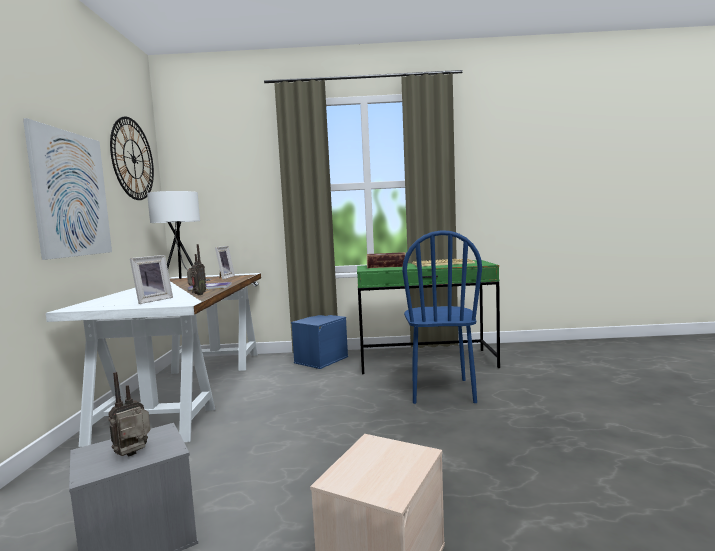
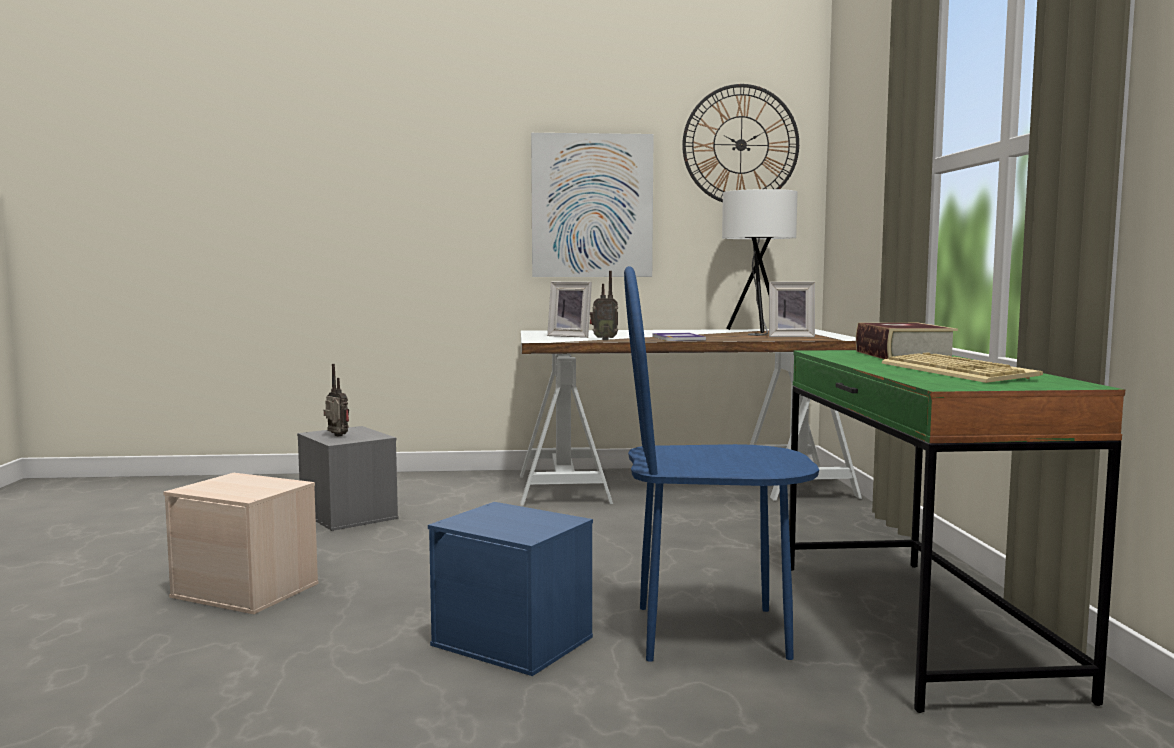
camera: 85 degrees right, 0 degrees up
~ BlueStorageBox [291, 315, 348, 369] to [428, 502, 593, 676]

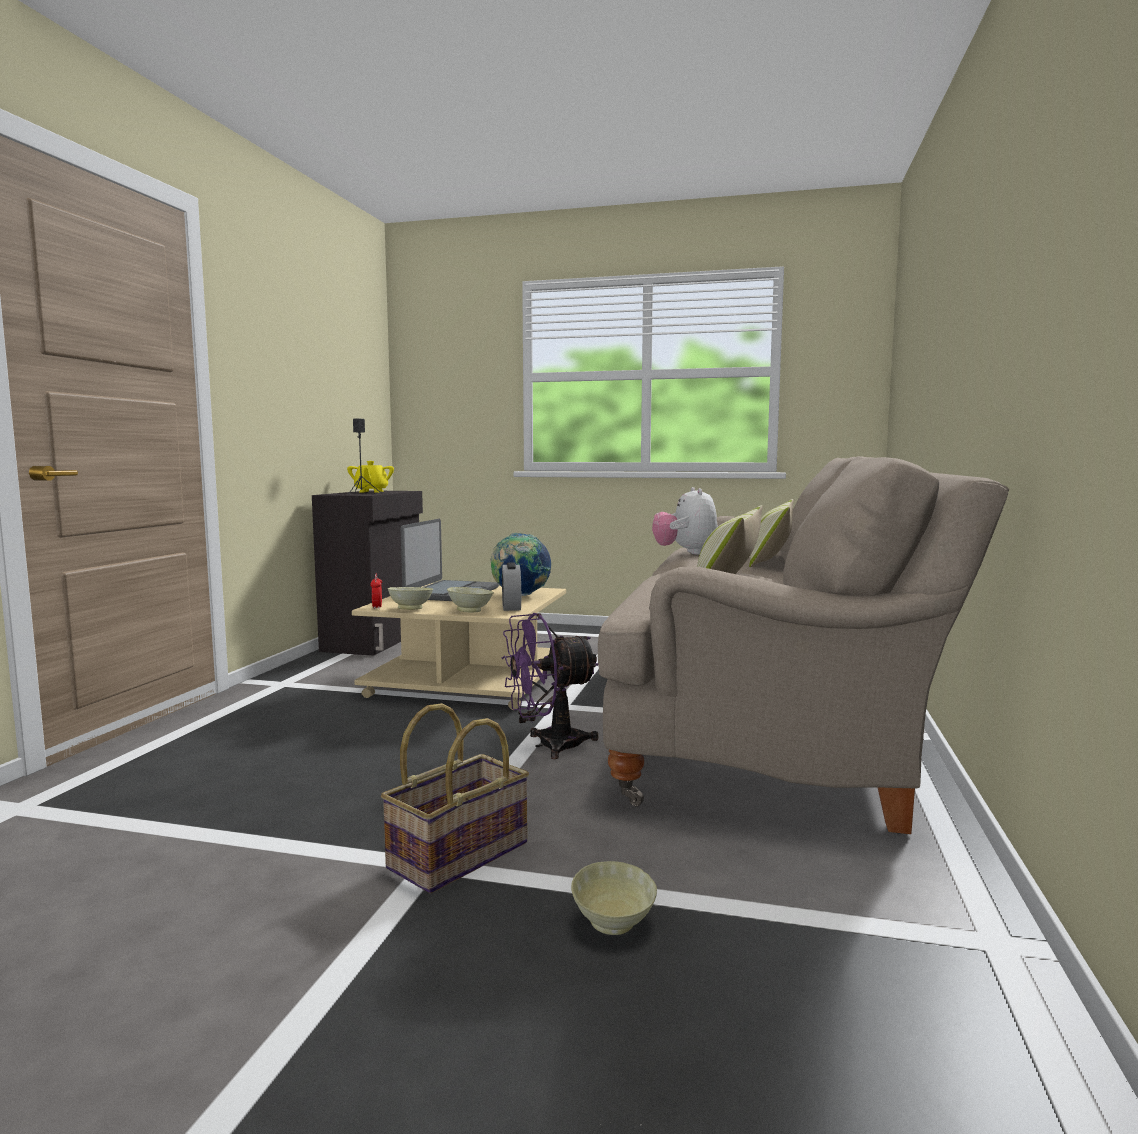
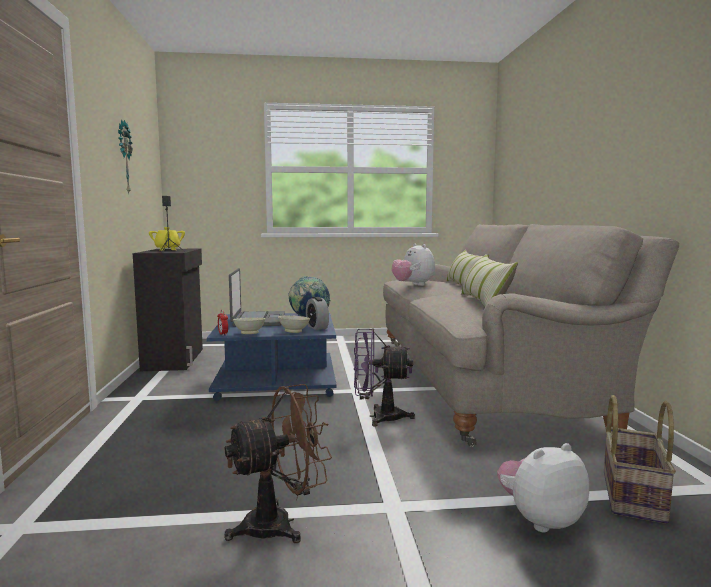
camera: 20 degrees left, 0 degrees up
+ WallClock [118, 119, 132, 193]
~ BeigeCoffeeTable [352, 583, 566, 710] to BlueCoffeeTable [207, 313, 337, 401]
+ BrownFan [224, 384, 332, 543]
~ PurpleFan [502, 613, 599, 759] = [354, 328, 415, 426] 45 degrees clockwise
~ BeigeBowl [571, 861, 657, 935] to PlushToy [497, 443, 589, 532]
~ Basket [381, 703, 529, 893] to [604, 395, 676, 524]

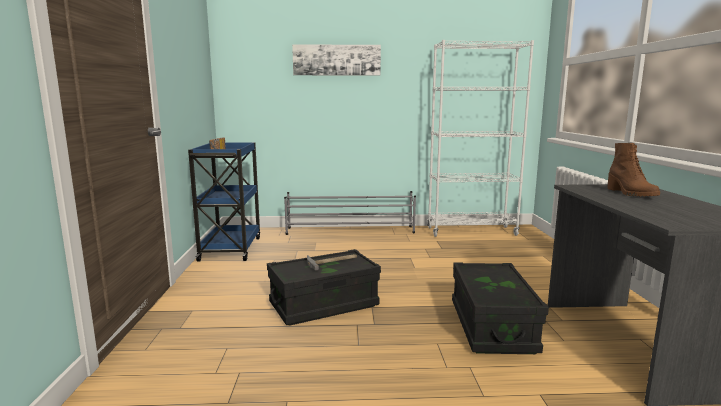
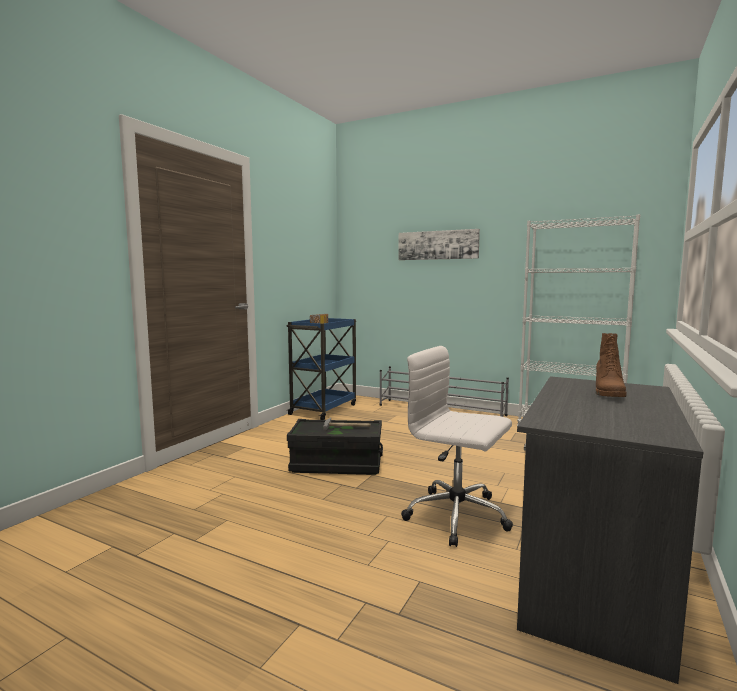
camera: 30 degrees right, 5 degrees down
~ BlackStorageBox [452, 262, 549, 354] to WhiteOfficeChair [401, 346, 513, 547]

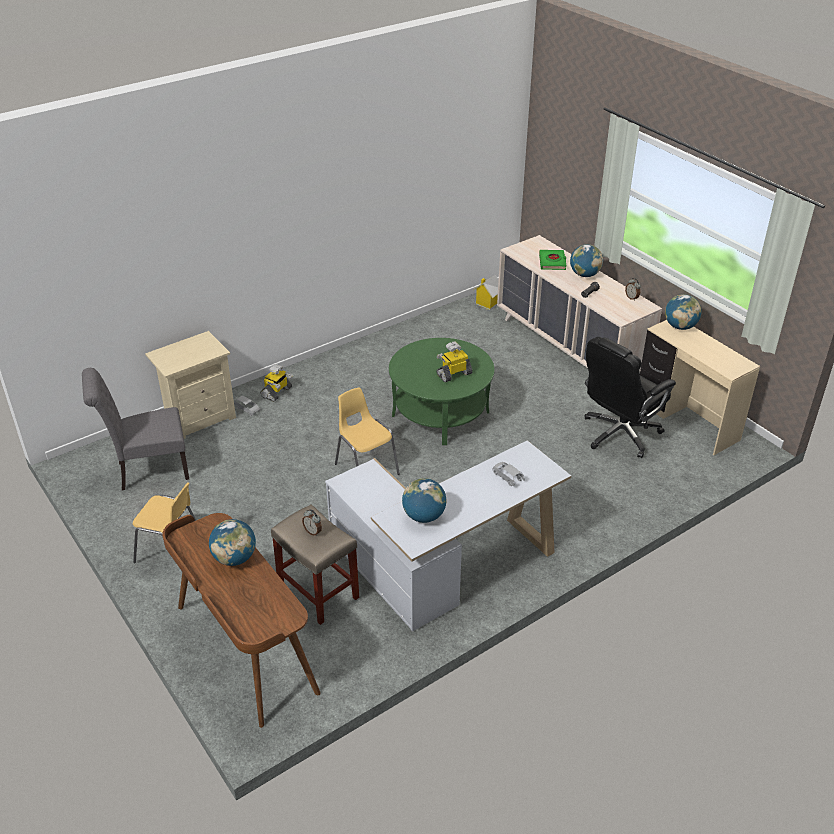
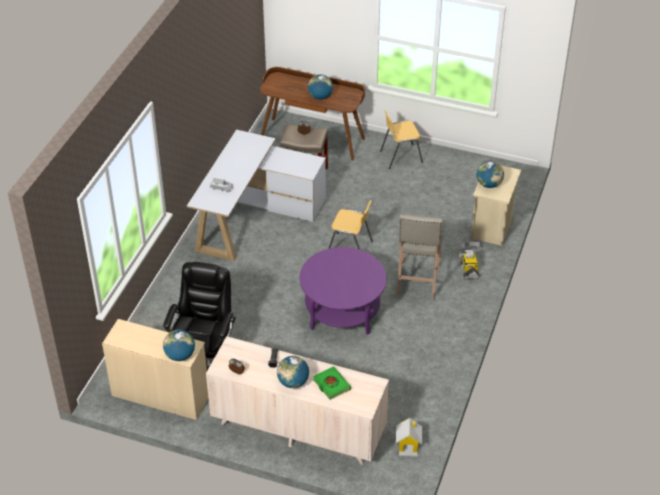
camera: 145 degrees right, 5 degrees up
~ GreenCoffeeTable [389, 338, 495, 445] to PurpleCoffeeTable [300, 247, 387, 335]
+ BeigeStool [397, 214, 445, 299]
~ Globe [402, 478, 446, 523] to [477, 161, 504, 188]
- GreyChair [82, 368, 189, 490]
- ToyRobot [436, 342, 473, 382]

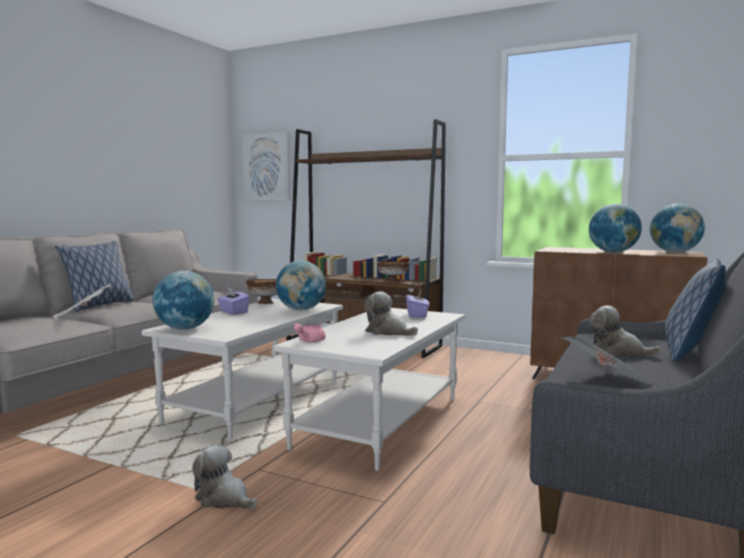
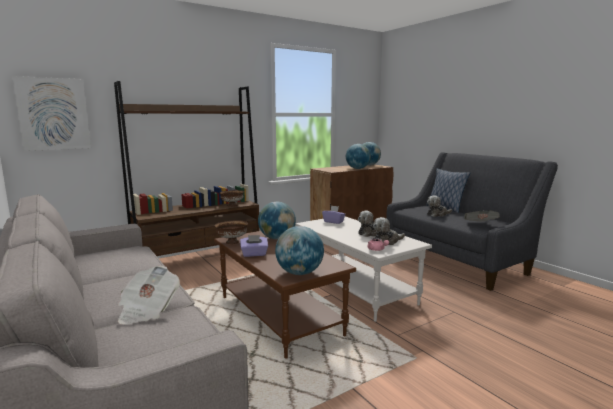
camera: 60 degrees left, 5 degrees up
~ WhiteCoffeeTable [142, 299, 343, 440] to BrownCoffeeTable [214, 231, 356, 359]
~ PlushToy [192, 445, 257, 510] to [373, 217, 405, 245]
- Pillow [55, 241, 135, 312]

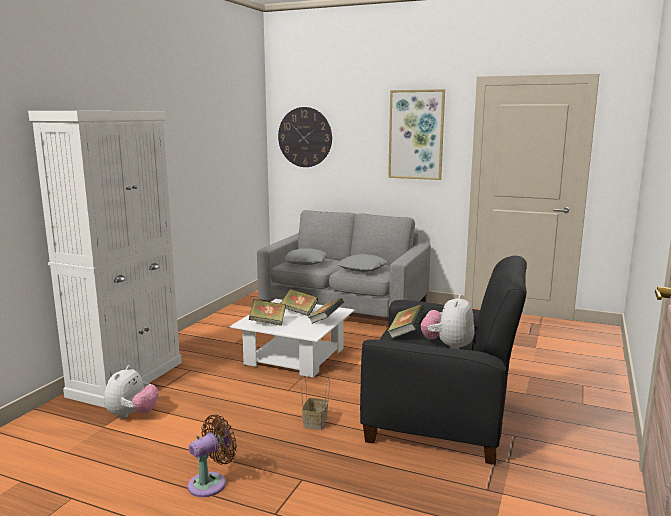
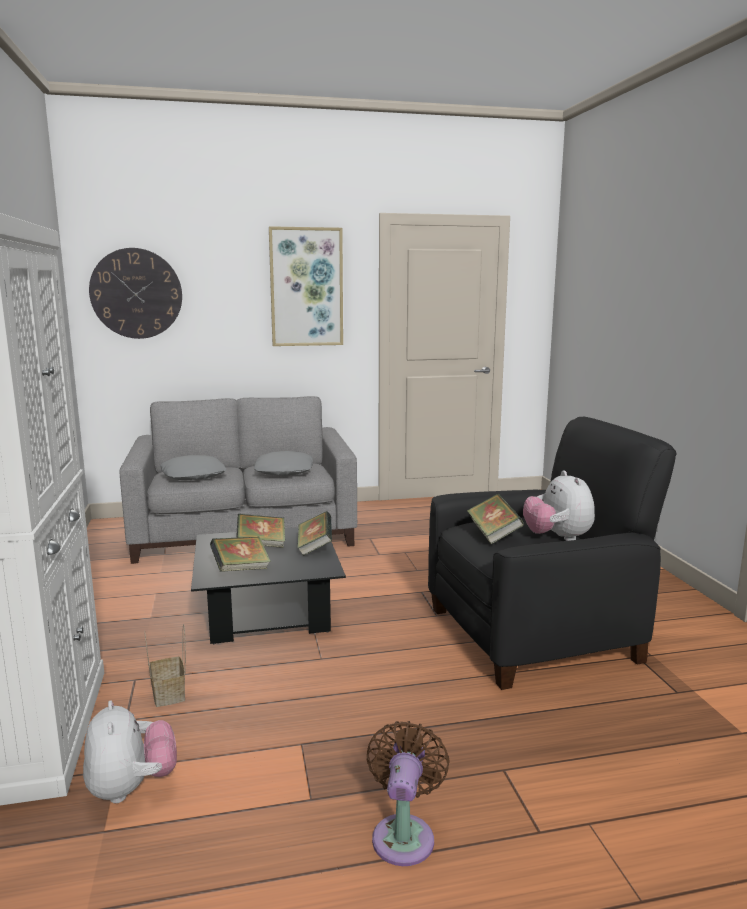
camera: 35 degrees left, 0 degrees up
~ Basket [301, 376, 330, 430] to [144, 624, 186, 707]
~ WhiteCoffeeTable [229, 299, 354, 378] to BlackCoffeeTable [191, 527, 346, 644]

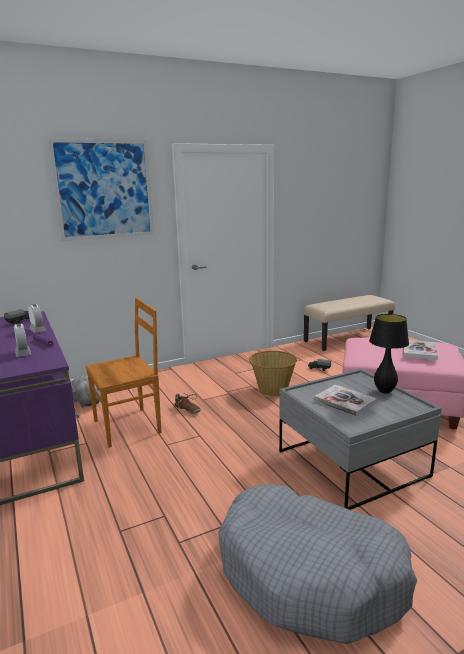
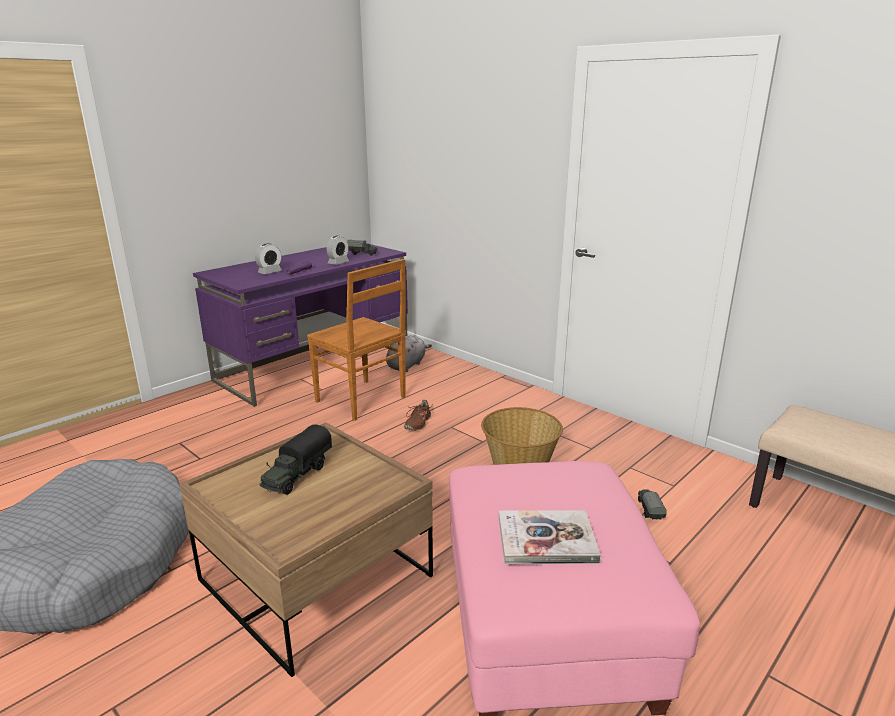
camera: 70 degrees right, 5 degrees up
~ GreyCoffeeTable [279, 369, 442, 510] to BrownCoffeeTable [179, 422, 433, 677]
~ Book [314, 385, 377, 417] to ToyTruck [260, 424, 332, 495]
- Picture [48, 138, 154, 241]
- BlackTableLamp [369, 314, 409, 394]

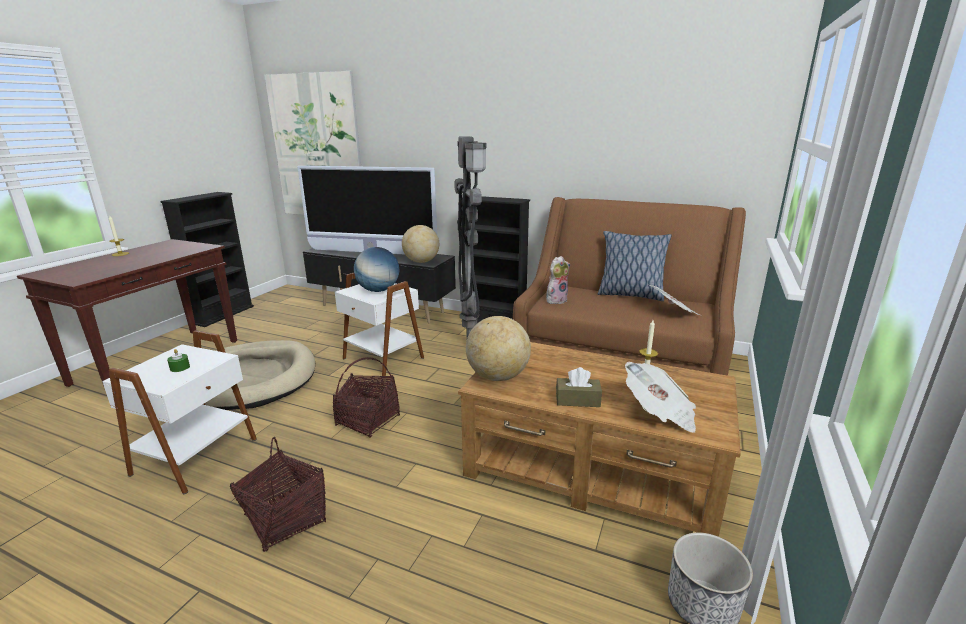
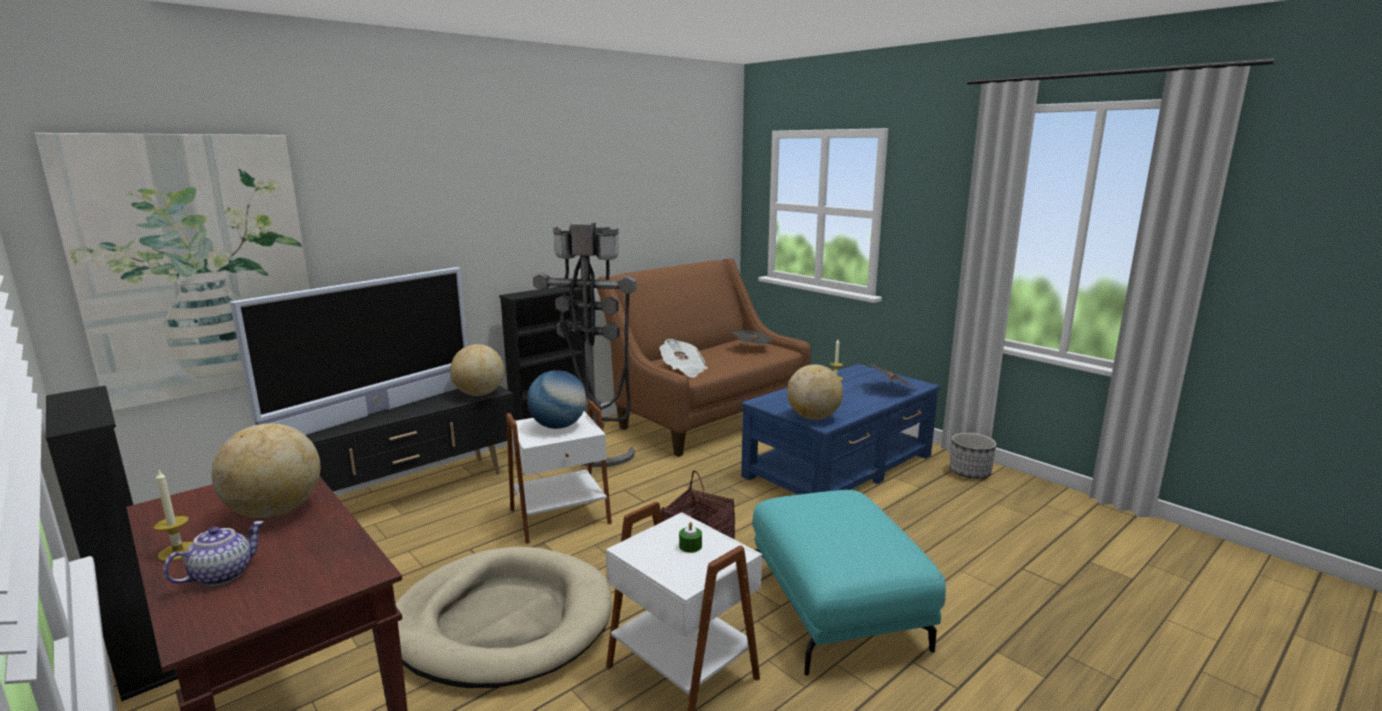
camera: 65 degrees left, 5 degrees down
+ Teapot [163, 521, 264, 586]
+ Globe [211, 423, 320, 518]
~ PlushToy [546, 256, 570, 304] to Newspaper [659, 339, 708, 378]
~ BrownCoffeeTable [458, 342, 741, 537] to BlueCoffeeTable [741, 364, 941, 495]
~ Basket [230, 437, 326, 552] to TurquoiseOttoman [753, 490, 946, 676]
- BrownTissueBox [556, 367, 602, 407]
- Pillow [598, 231, 671, 301]

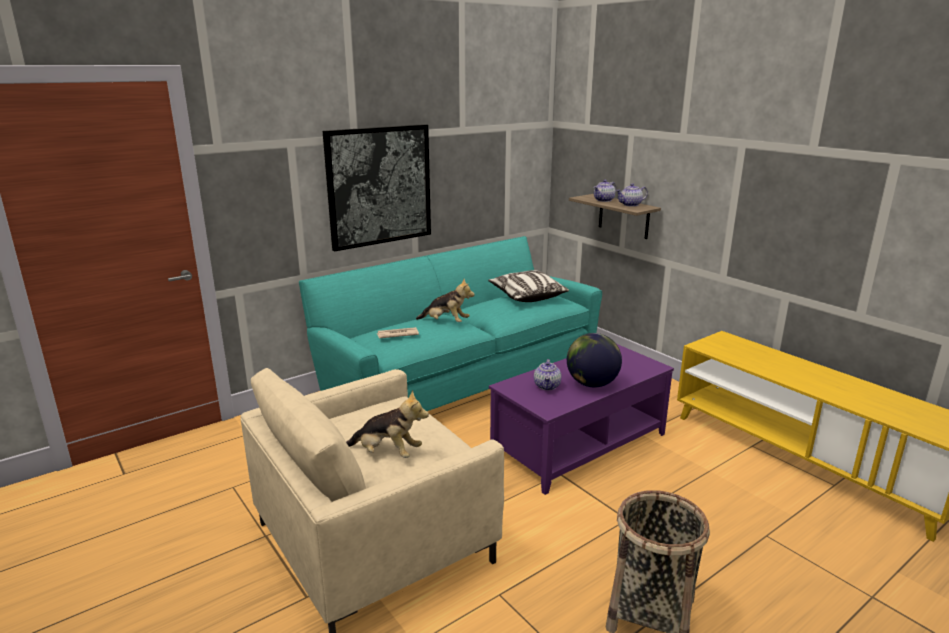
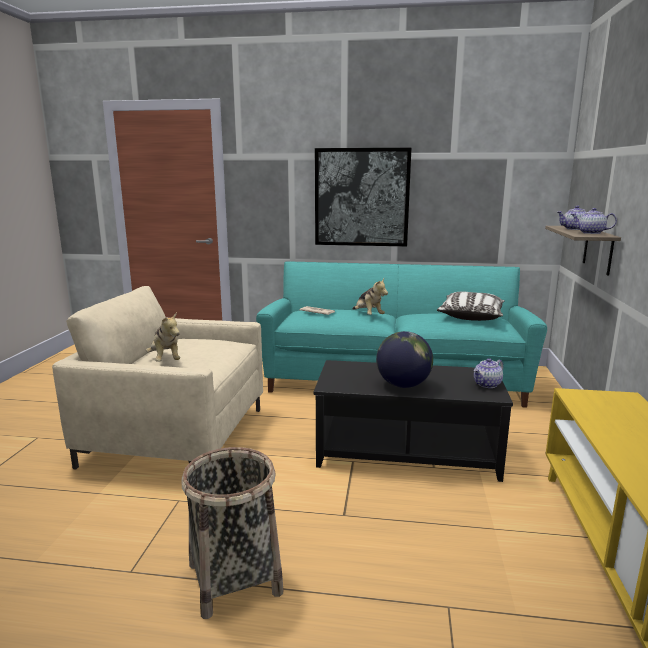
camera: 45 degrees right, 5 degrees down
~ PurpleCoffeeTable [489, 344, 674, 495] to BlackCoffeeTable [314, 360, 513, 482]
~ Teapot [534, 359, 561, 390] to [474, 358, 503, 388]

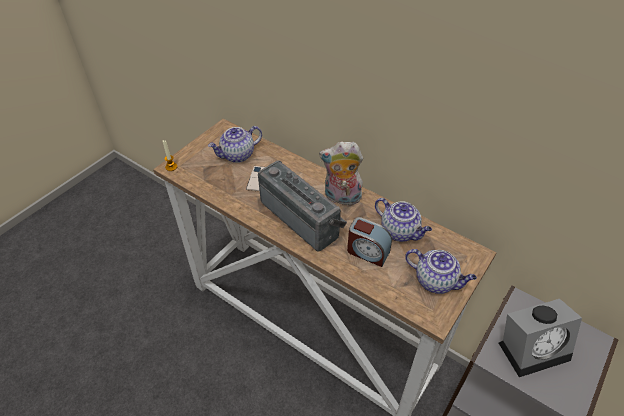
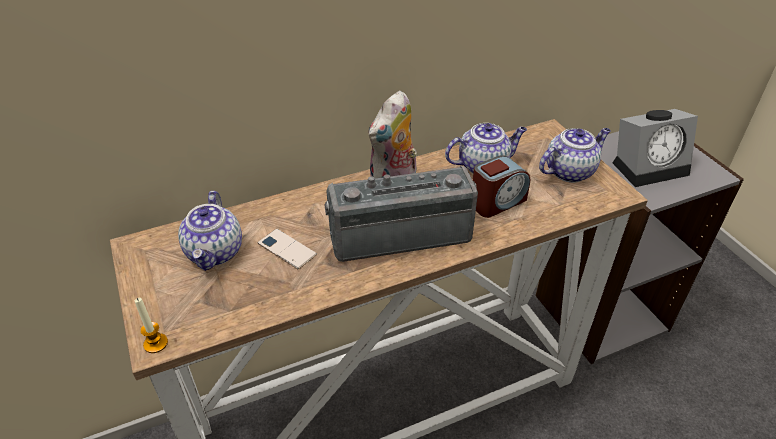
camera: 60 degrees left, 5 degrees down
~ AlarmClock [499, 299, 582, 377] = [612, 109, 698, 187] 60 degrees clockwise

